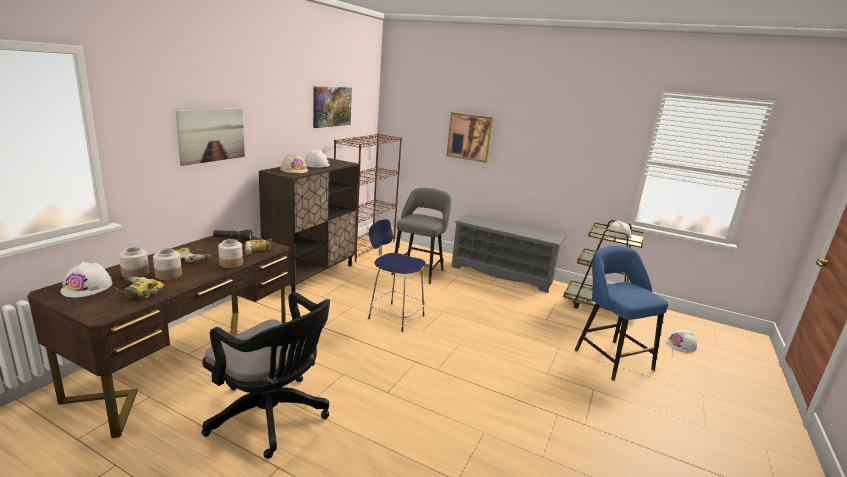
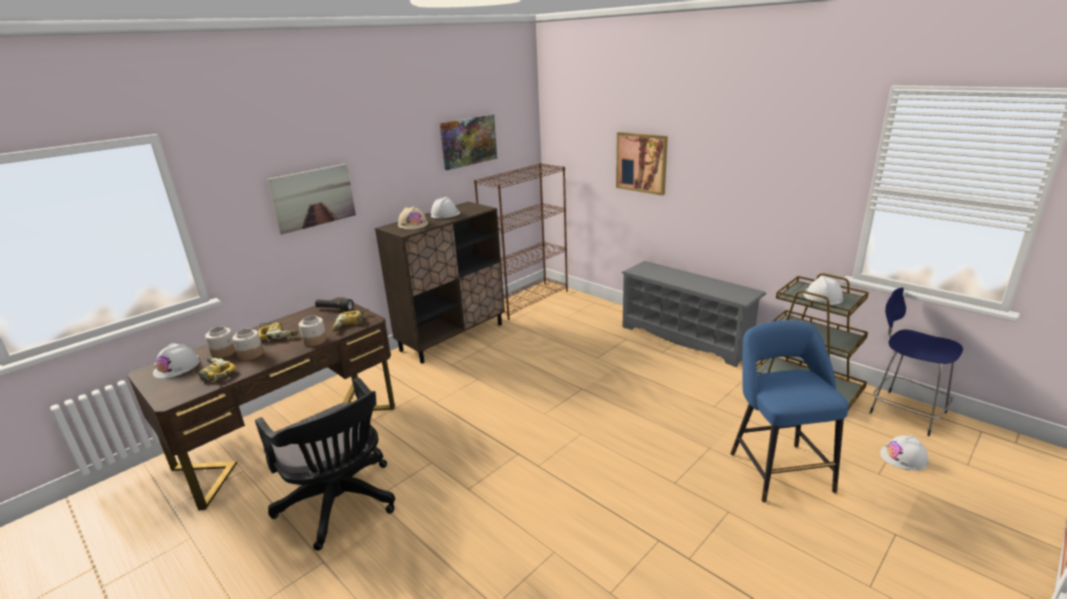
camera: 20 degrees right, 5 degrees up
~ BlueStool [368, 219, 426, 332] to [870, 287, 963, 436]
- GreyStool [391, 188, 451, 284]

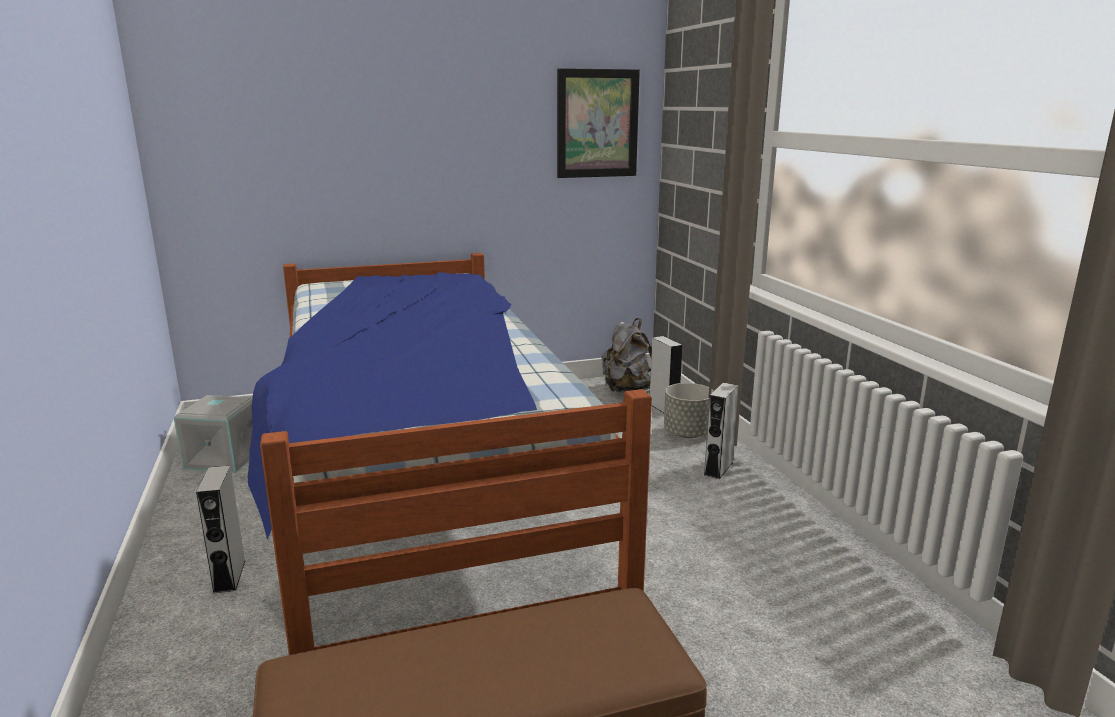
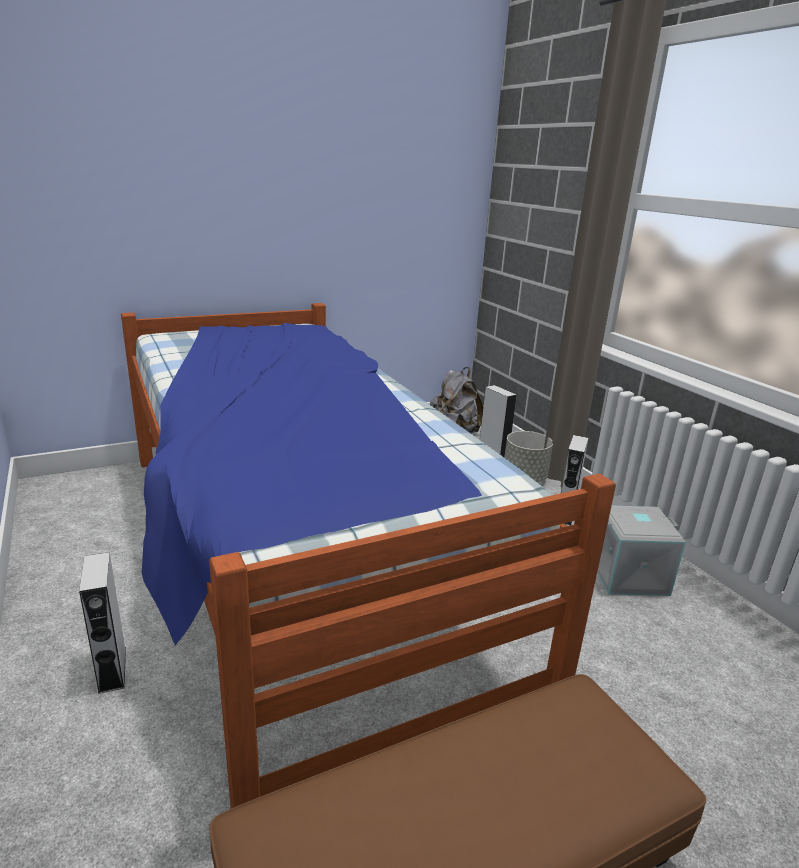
camera: 10 degrees left, 5 degrees up
~ GreyStorageBox [174, 395, 253, 473] to [597, 506, 686, 596]
- Picture [557, 68, 640, 178]

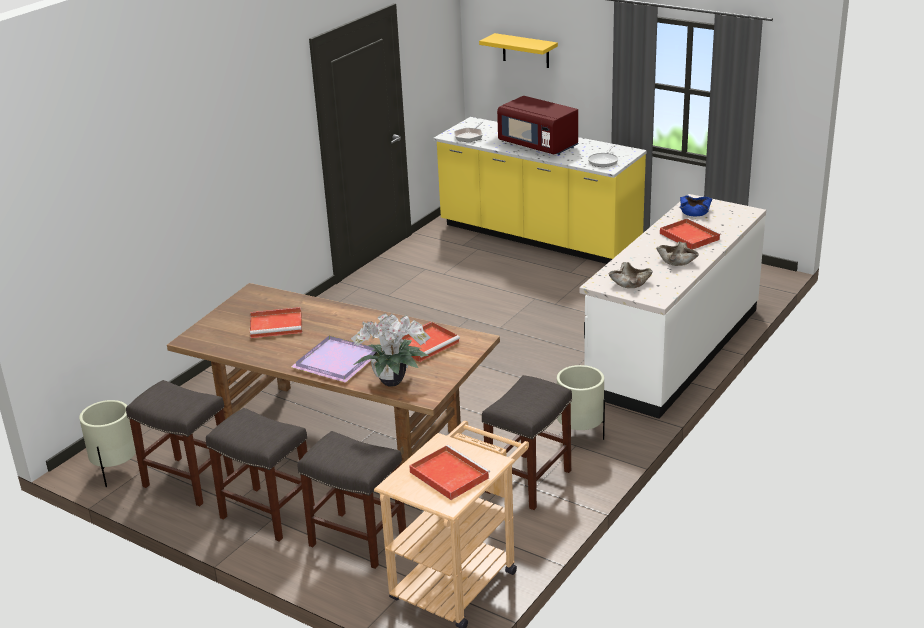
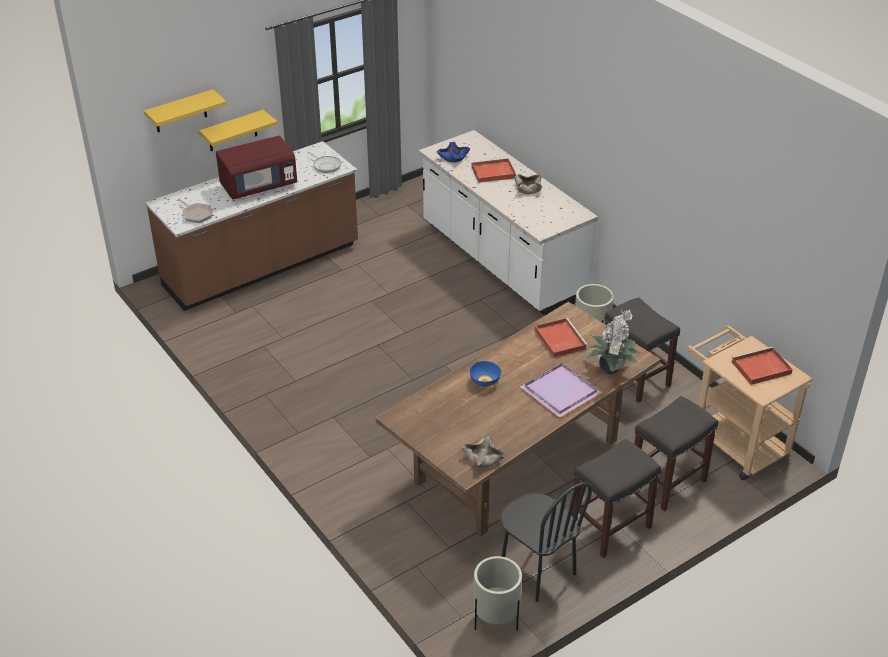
camera: 70 degrees left, 10 degrees up
~ YellowCounter [433, 117, 647, 264] to BrownCounter [145, 141, 358, 311]
+ YellowShelf [198, 110, 278, 151]
~ BeigeBowl [609, 262, 653, 288] to [461, 435, 505, 468]
+ BlueBowl [470, 361, 501, 387]
~ GreyStool [126, 380, 234, 506] to BlackChair [500, 482, 592, 602]
- RedTray [250, 307, 302, 338]

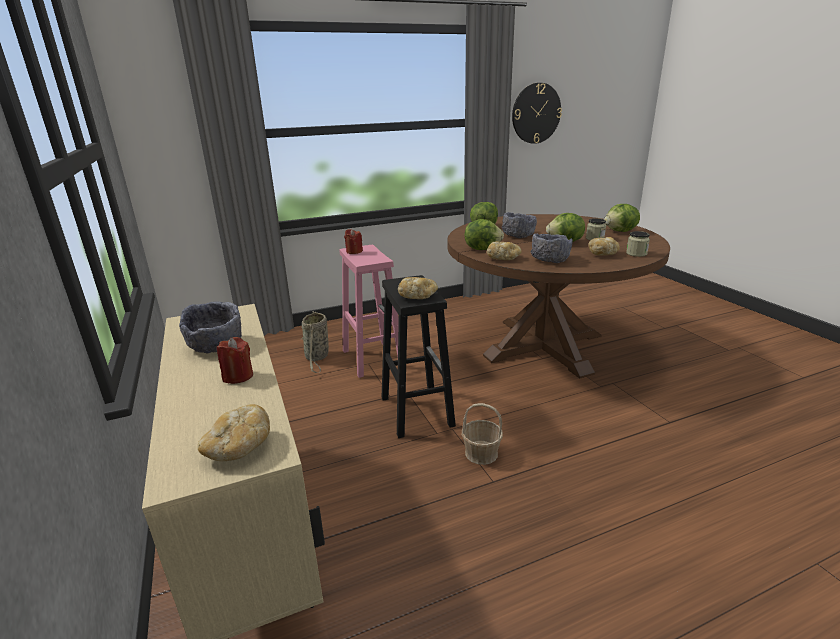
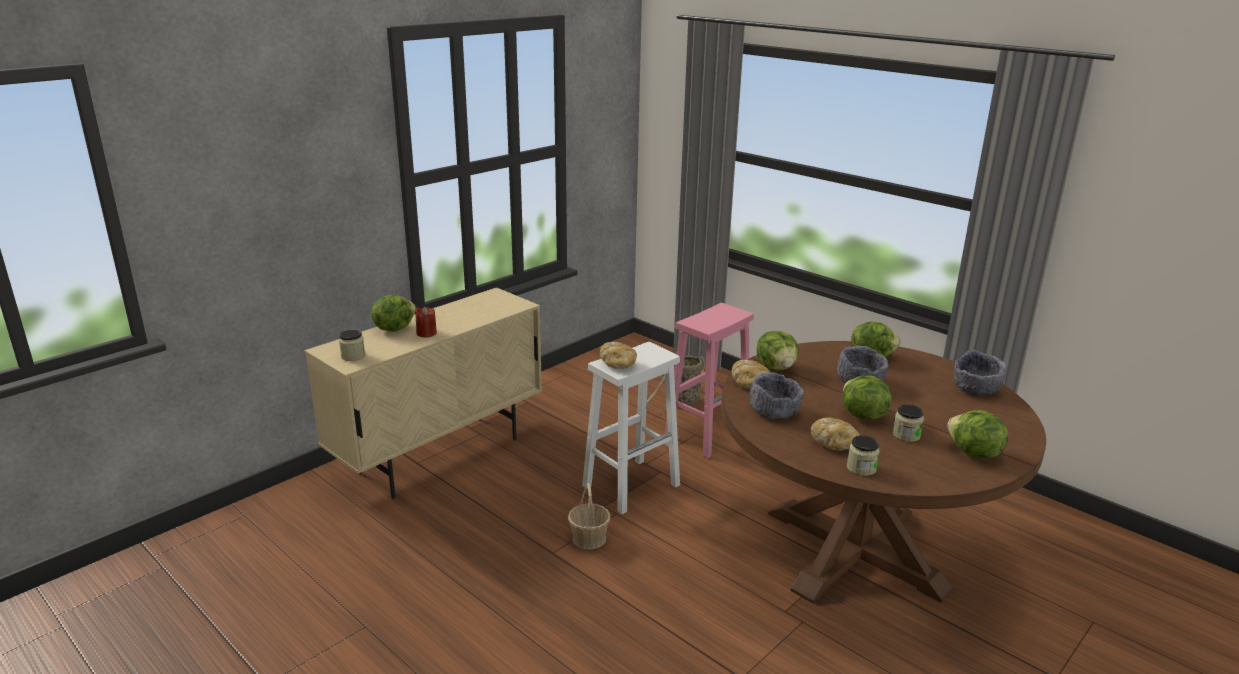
camera: 65 degrees right, 0 degrees up
~ Bread [198, 404, 270, 461] to Jar [339, 330, 365, 361]
+ Lettuce [371, 295, 416, 332]
~ BlackStool [382, 275, 456, 438] to WhiteStool [582, 342, 680, 514]
~ GreyBowl [179, 302, 242, 353] to [954, 350, 1006, 397]
- RedCandle [344, 229, 363, 254]
- WallClock [512, 83, 562, 144]

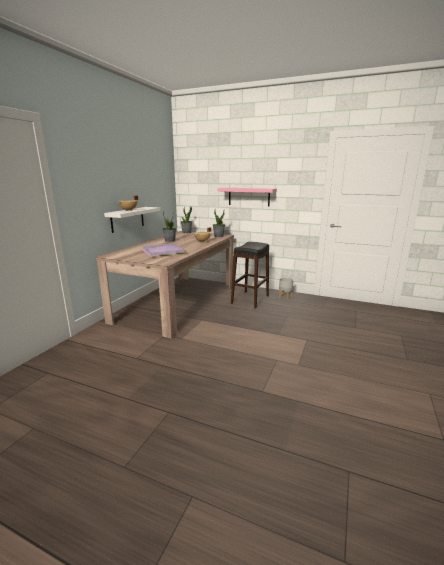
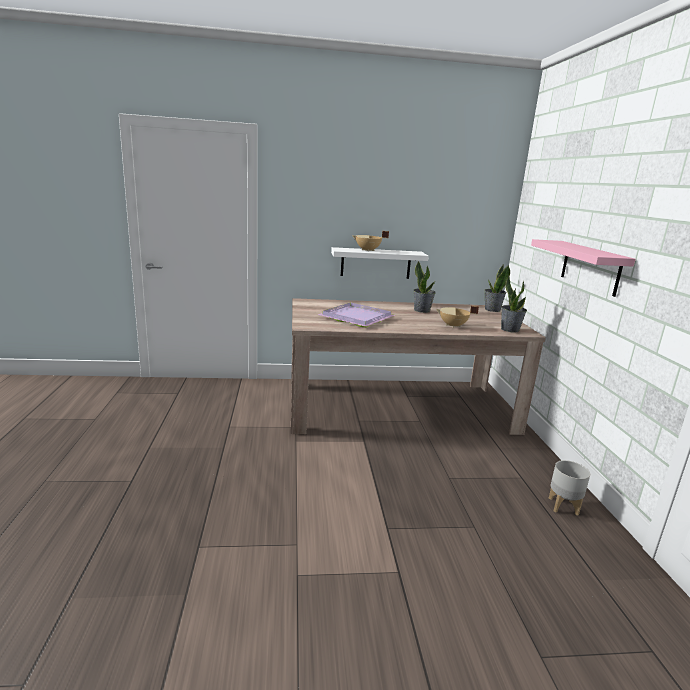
camera: 60 degrees right, 0 degrees up
- BlackStool [231, 242, 269, 308]

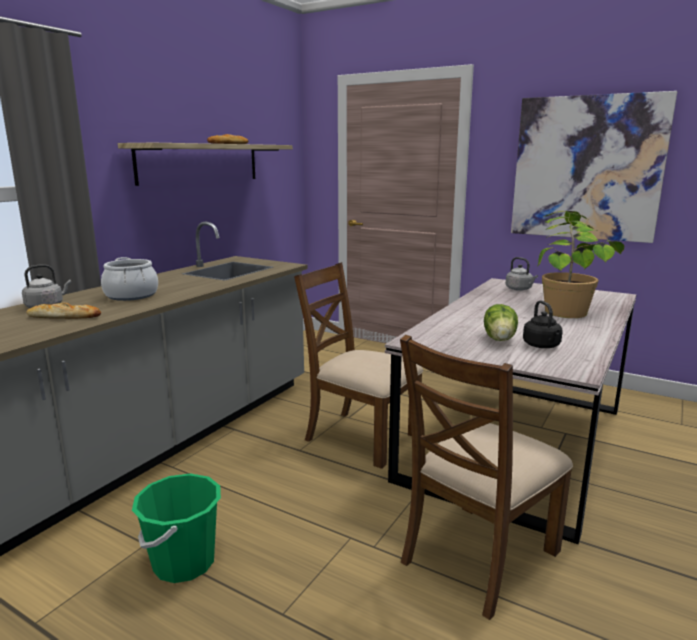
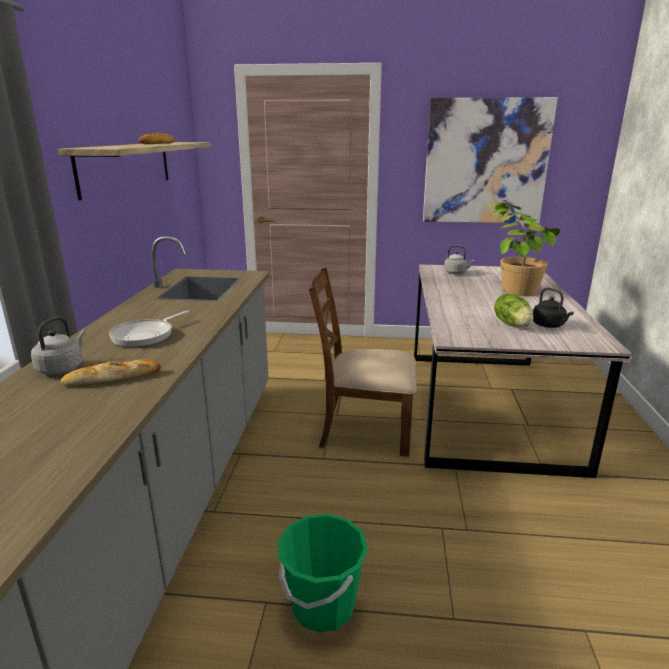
camera: 25 degrees left, 5 degrees up
~ CookingPot [101, 257, 158, 301] to FryingPan [109, 310, 189, 347]
- BrownChair [400, 335, 573, 620]

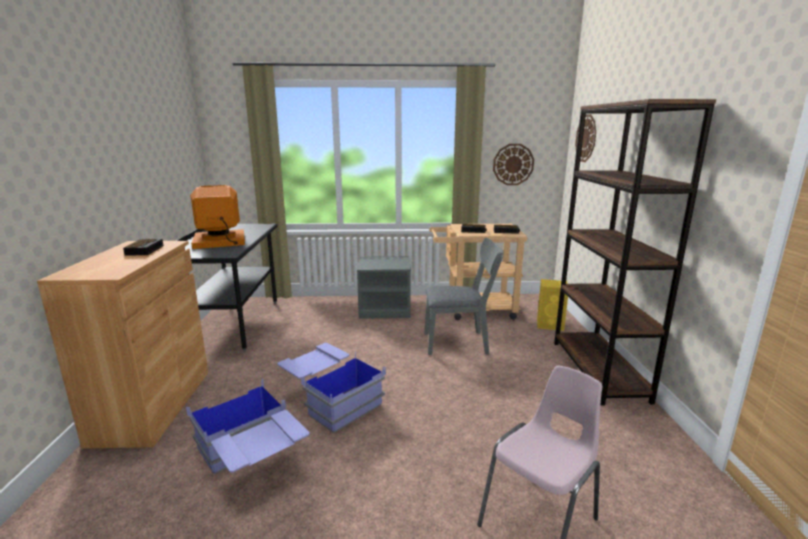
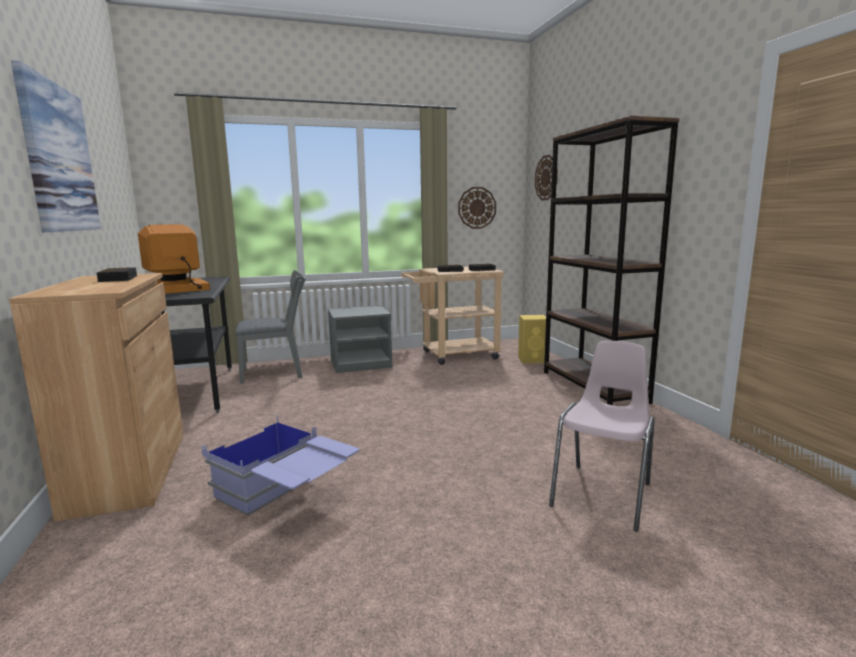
camera: 15 degrees left, 5 degrees down
+ Picture [11, 60, 101, 232]
~ GreyChair [425, 238, 504, 355] to [235, 270, 306, 384]
- BlueStorageBox [277, 343, 386, 433]

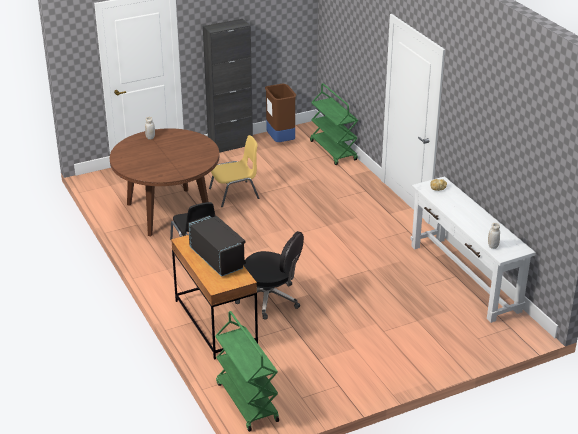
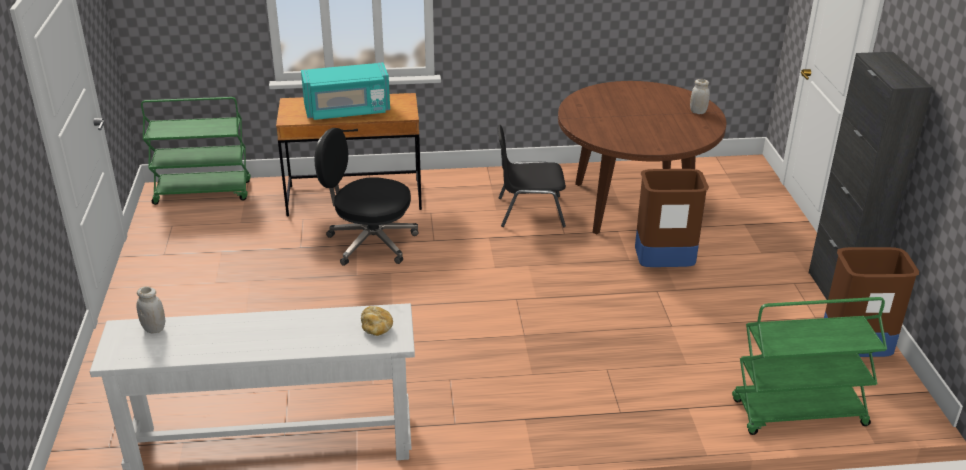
camera: 110 degrees right, 0 degrees up
~ BlackMicrowave [188, 215, 246, 277] to TurquoiseMicrowave [301, 62, 390, 120]
~ BlackOfficeChair [235, 231, 304, 320] = [315, 128, 418, 266] 60 degrees clockwise
~ YellowChair [209, 135, 259, 207] to BrownTrashCan [635, 169, 709, 267]

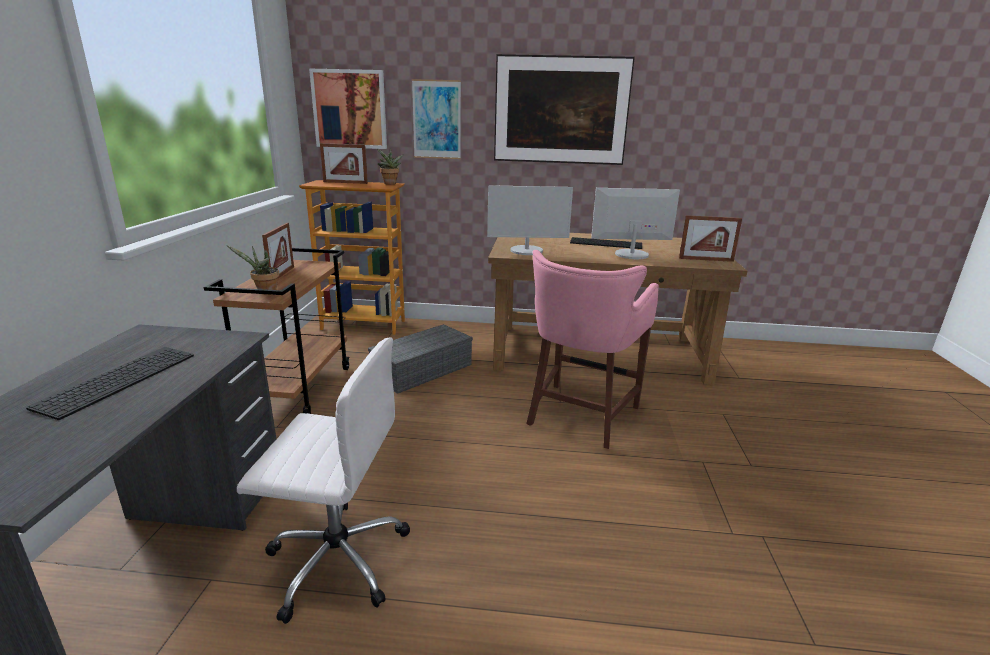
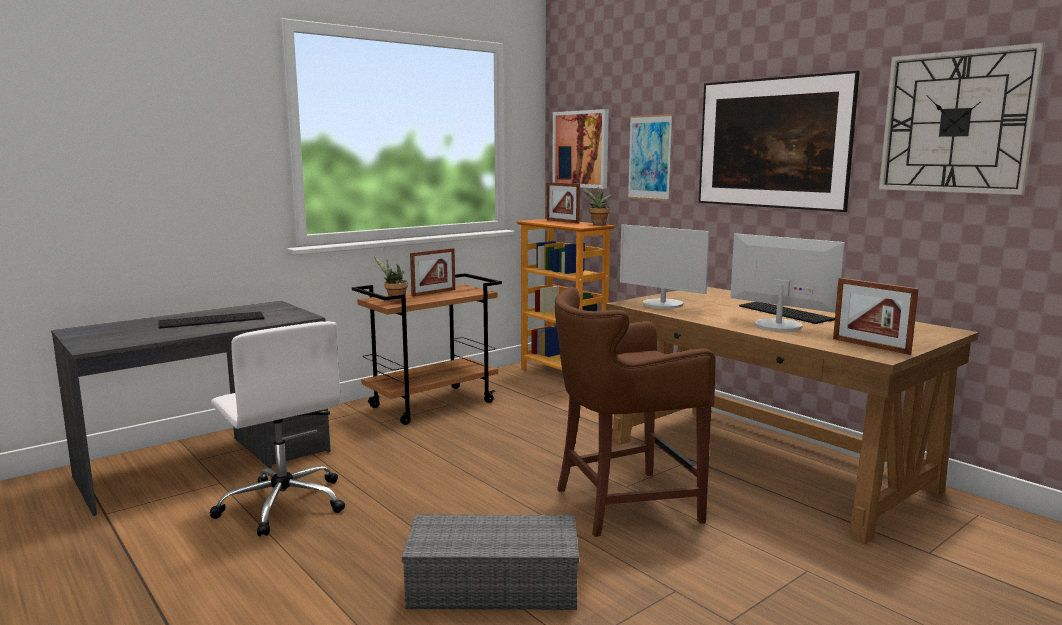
camera: 45 degrees right, 10 degrees down
~ GreyStorageBox [368, 324, 473, 394] to [402, 515, 579, 610]
~ PinkStool [526, 250, 659, 449] to BrownStool [555, 287, 715, 537]
+ WallClock [879, 42, 1045, 195]

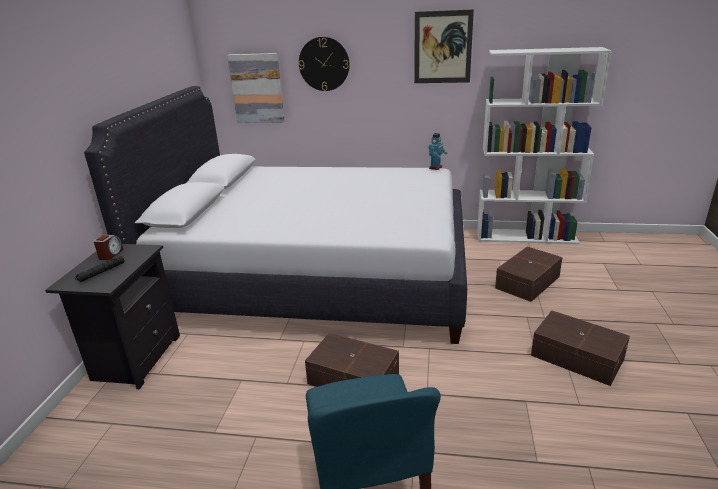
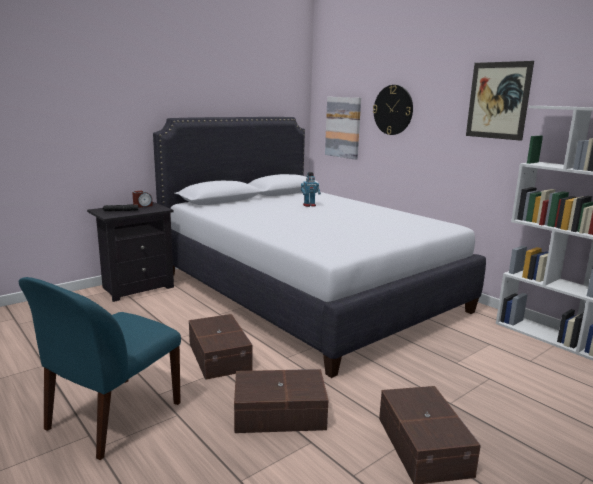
camera: 40 degrees right, 10 degrees down
~ BrownStorageBox [495, 247, 563, 302] to [234, 369, 329, 433]
~ ToyRobot [428, 133, 447, 170] to [301, 172, 321, 207]

